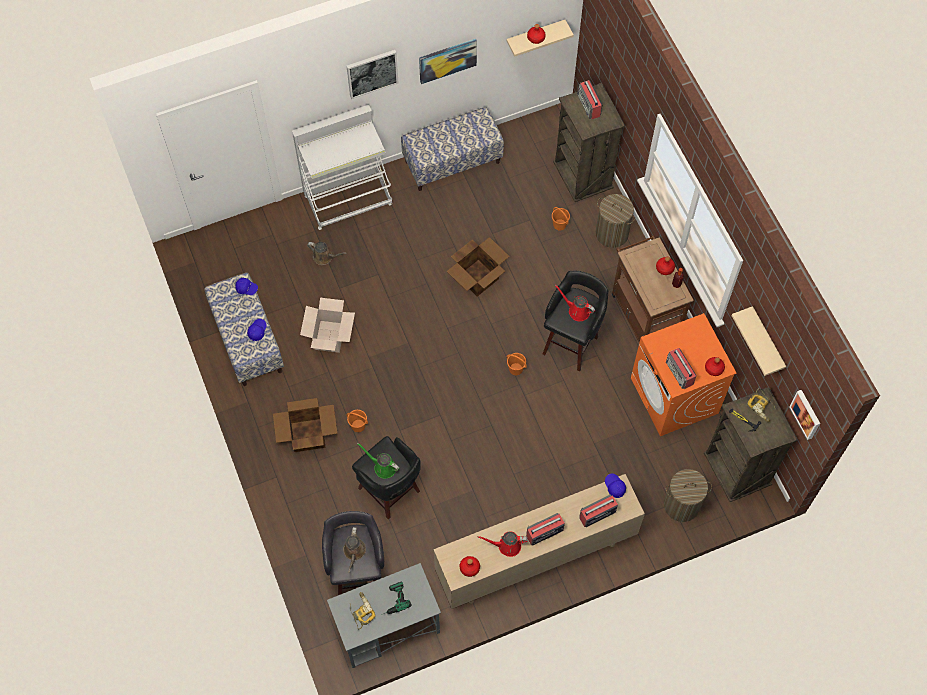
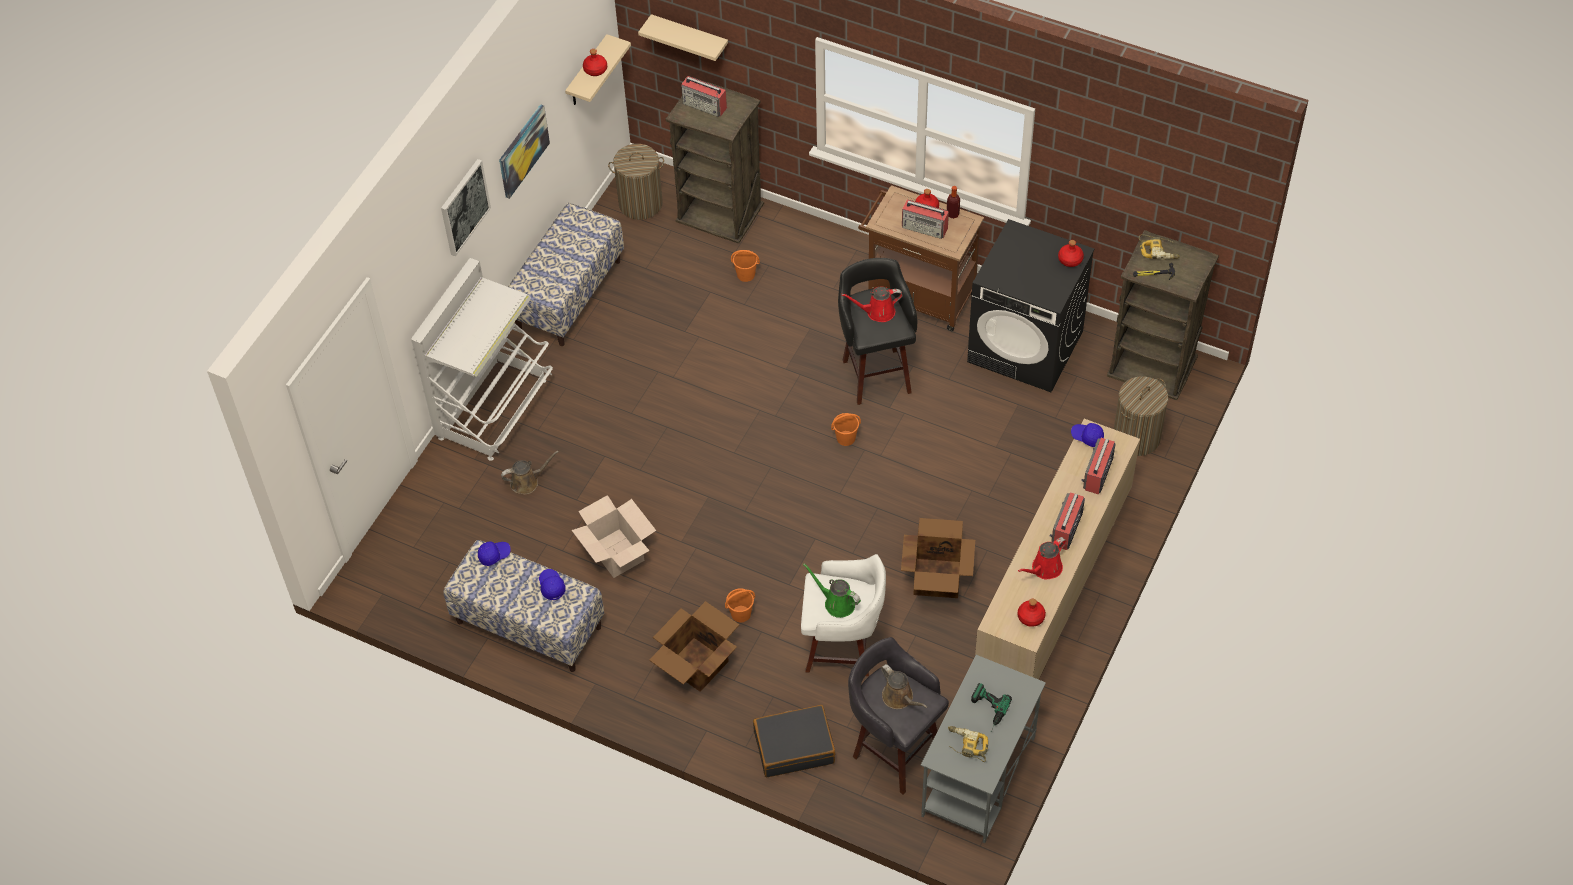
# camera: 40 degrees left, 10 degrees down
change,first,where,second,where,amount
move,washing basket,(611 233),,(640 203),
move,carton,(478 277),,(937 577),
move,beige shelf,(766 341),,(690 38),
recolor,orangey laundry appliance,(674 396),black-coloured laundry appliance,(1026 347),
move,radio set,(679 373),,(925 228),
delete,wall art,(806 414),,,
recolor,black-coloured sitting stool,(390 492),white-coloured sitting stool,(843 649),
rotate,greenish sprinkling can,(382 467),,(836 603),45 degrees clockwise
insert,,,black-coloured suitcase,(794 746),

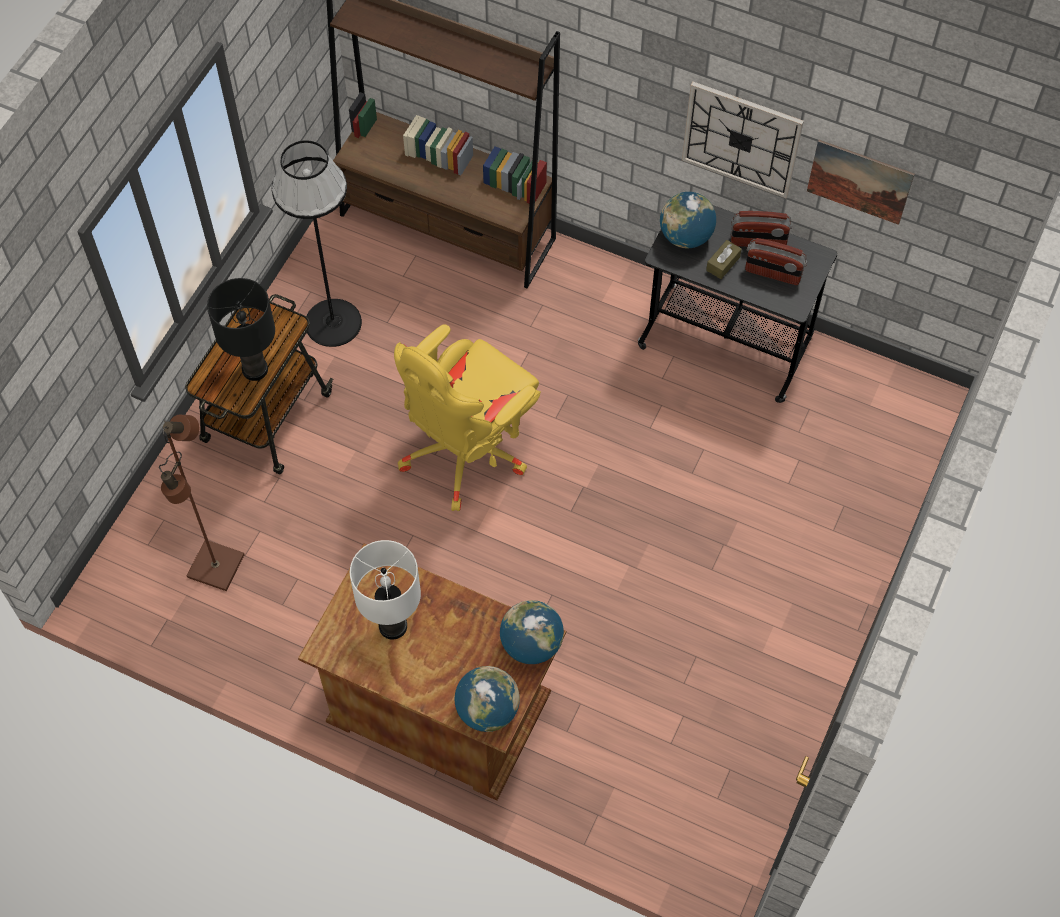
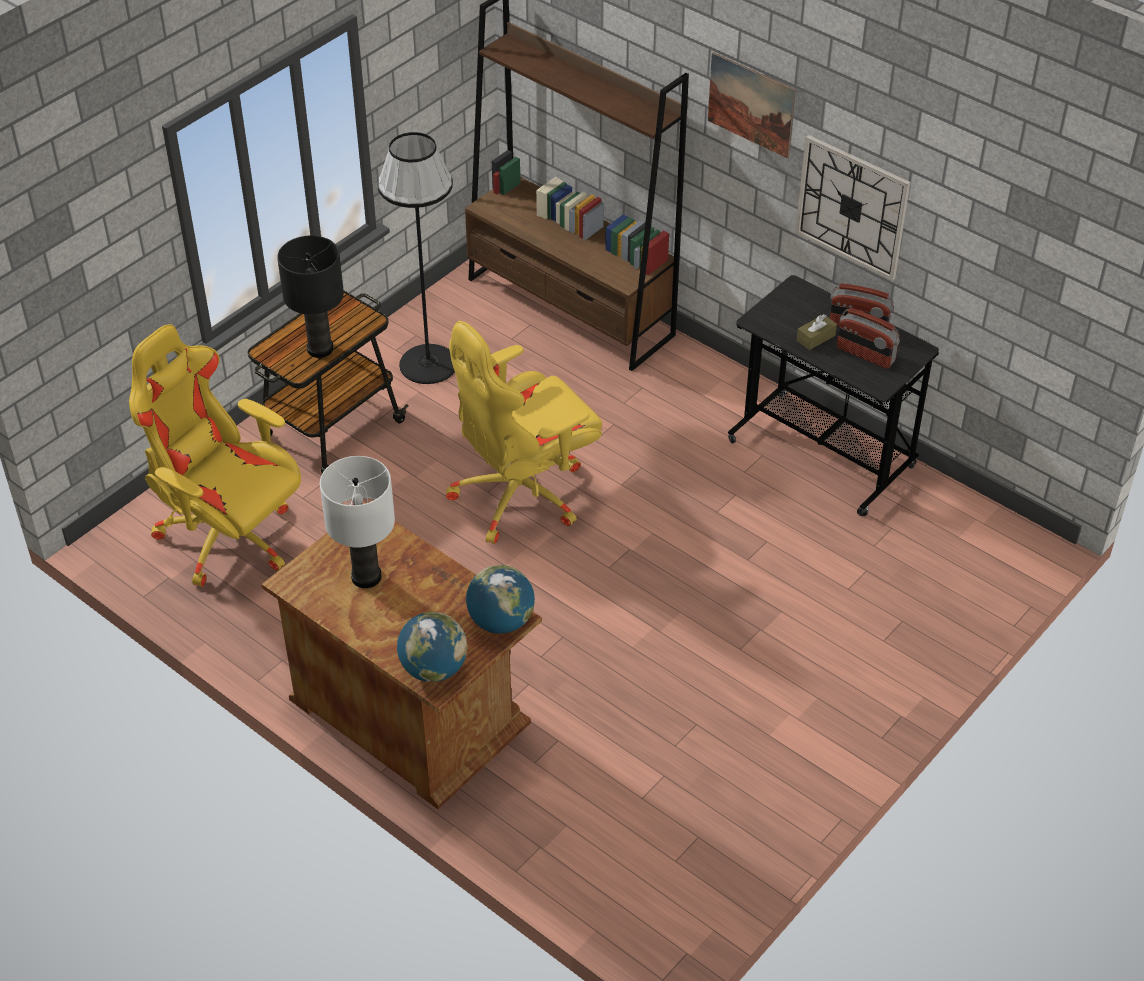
# camera: 15 degrees right, 15 degrees down
change,first,where,second,where,amount
move,wall art,(859 181),,(751 104),
delete,world globe,(685 237),,,
replace,brownish floor lamp,(215 566),yellow computer chair,(233 542),

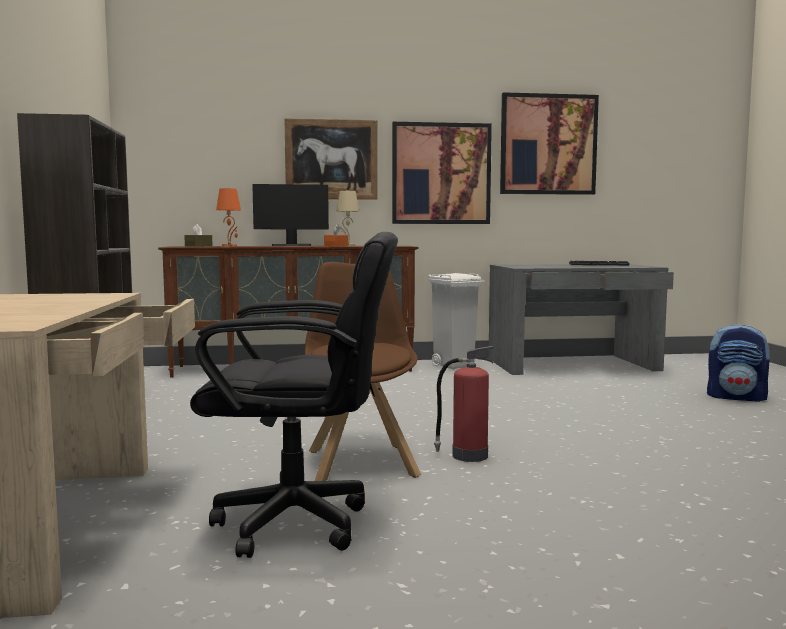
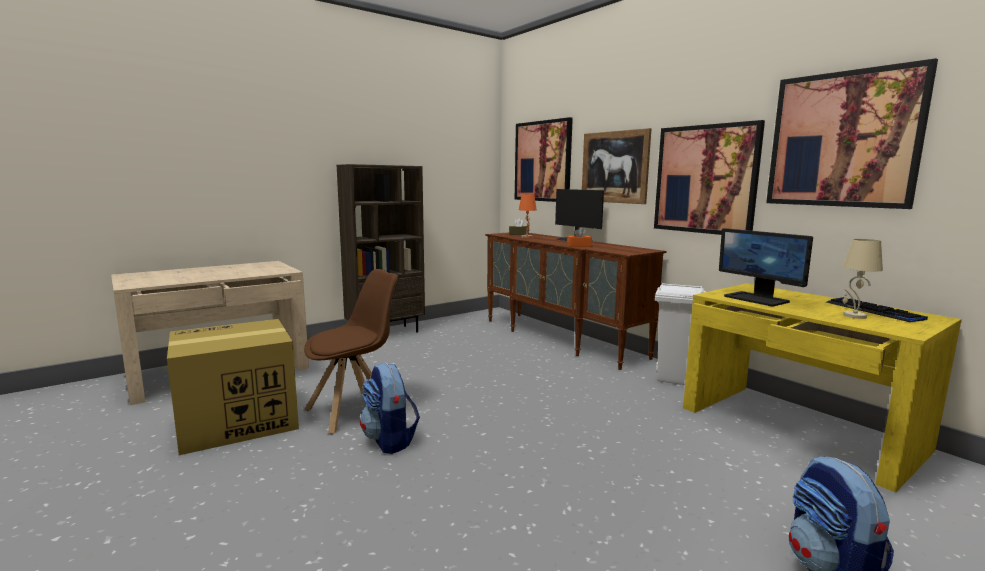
# camera: 60 degrees right, 5 degrees up
change,first,where,second,where,amount
move,beige tabletop lamp,(347 245),,(854 316),
replace,black-coloured computer chair,(302 523),carton,(236 422),
recolor,gray desk unit,(576 366),yellow desk unit,(795 432),
replace,extinguisher,(467 456),backpack,(390 440),
insert,,,wall art,(542 161),
insert,,,computer screen,(757 299),

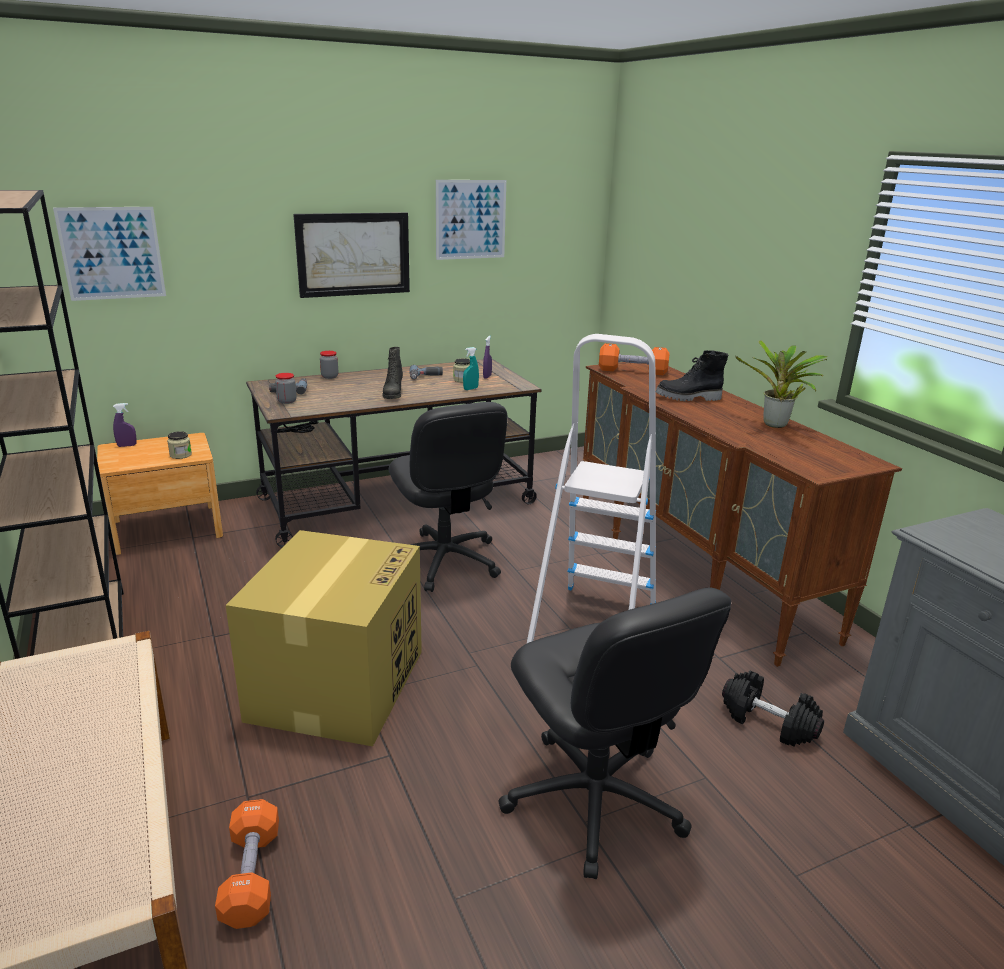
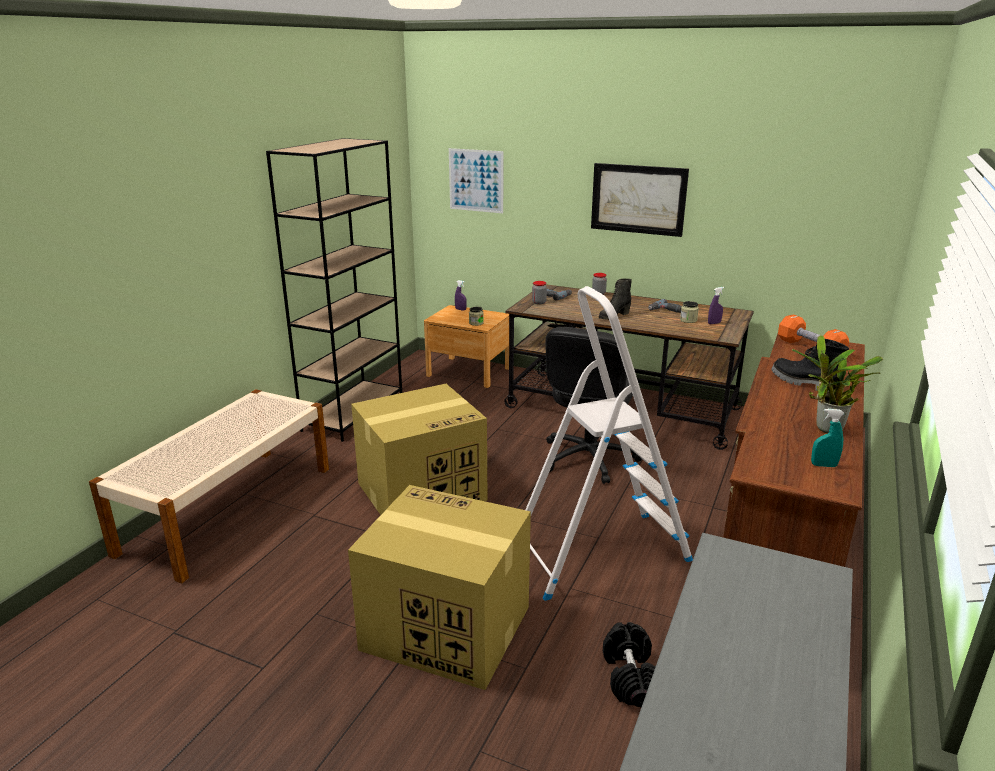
# camera: 50 degrees right, 0 degrees up
change,first,where,second,where,amount
delete,wall art,(471 219),,,
move,turquoise hand sprayer,(470 389),,(823 465),
replace,black-coloured computer chair,(593 800),carton,(444 627),
delete,orangey dumbbell,(251 876),,,

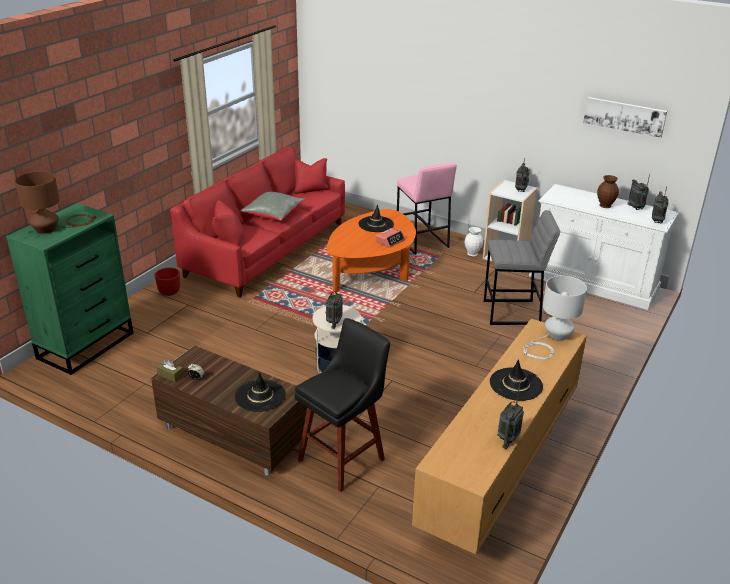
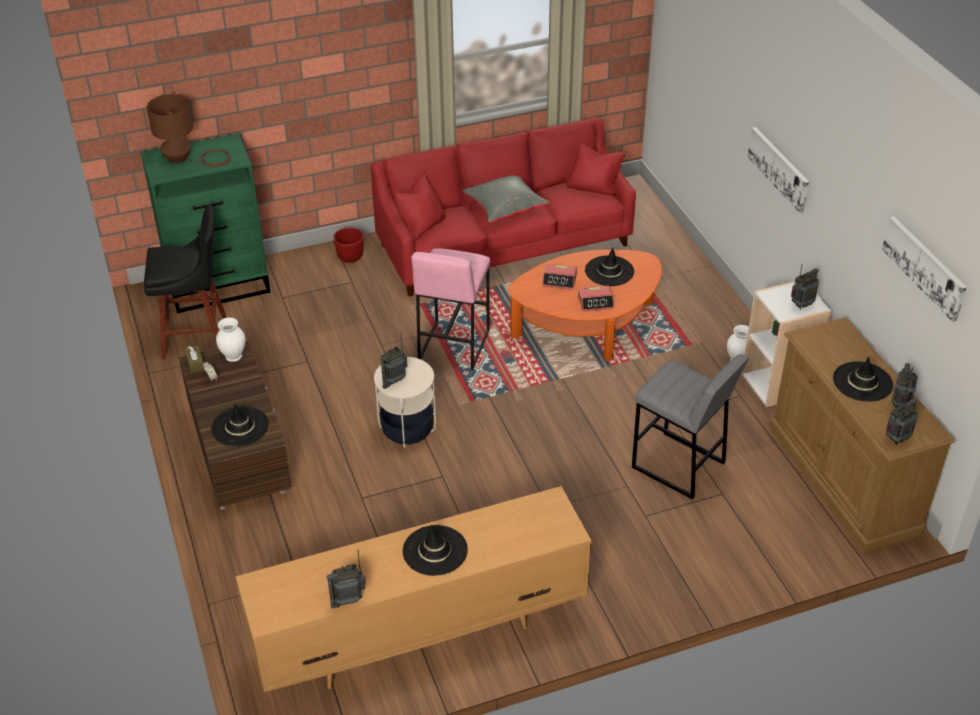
# camera: 40 degrees right, 10 degrees up
change,first,where,second,where,amount
move,pinkish sitting stool,(422 242),,(453 346),
replace,brownish flower vase,(605 205),black-coloured wearable hat,(862 382),
recolor,white-coloured cupboard,(593 283),brownish cupboard,(842 480),
delete,gray tabletop lamp,(550 341),,,
move,black-coloured sitting stool,(343 459),,(197 337),
insert,,,wall art,(779 168),
insert,,,bedside clock,(559 280),
insert,,,white-coloured flower vase,(234 356),

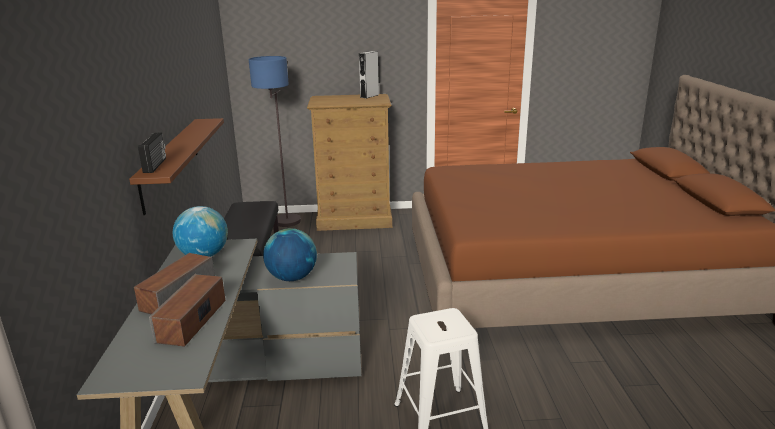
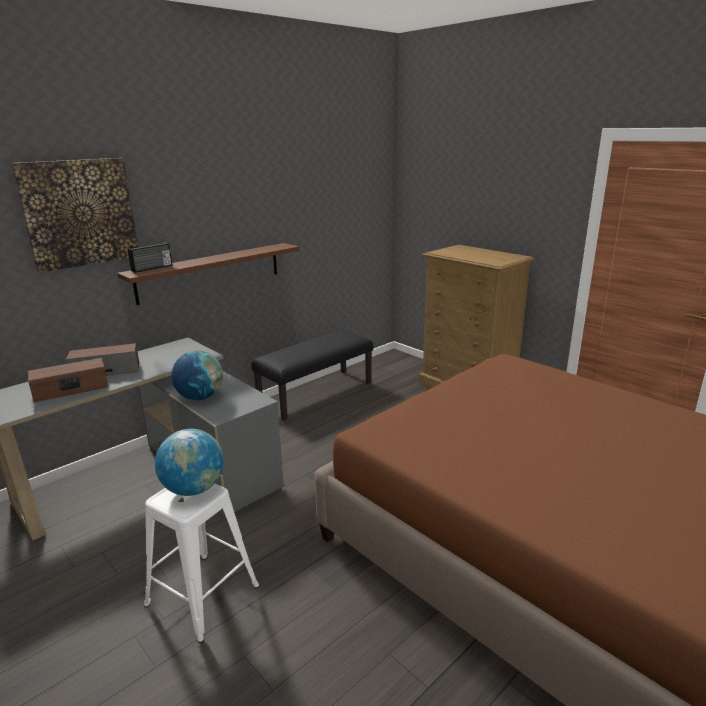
# camera: 50 degrees right, 0 degrees up
change,first,where,second,where,amount
delete,gray speaker,(369 96),,,
delete,blue floor lamp,(285 225),,,
move,world globe,(204 255),,(194 489),
insert,,,wall art,(80 213),

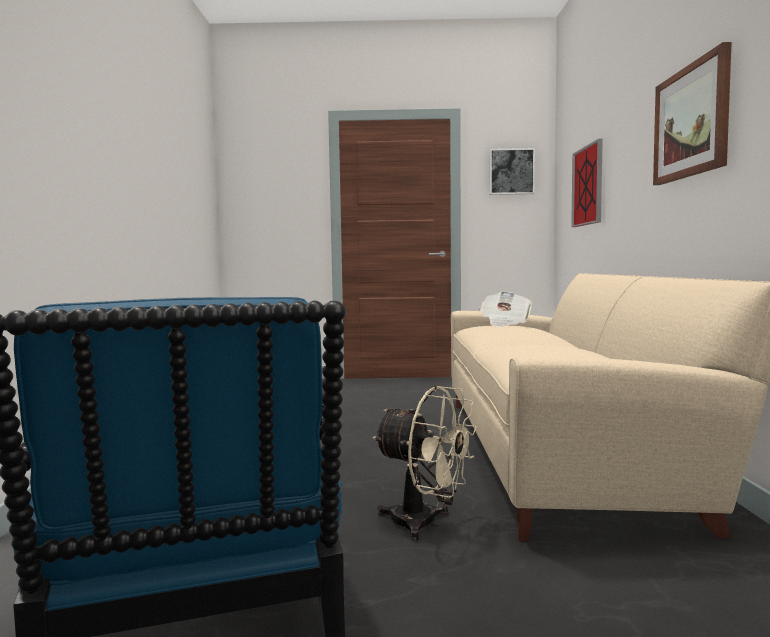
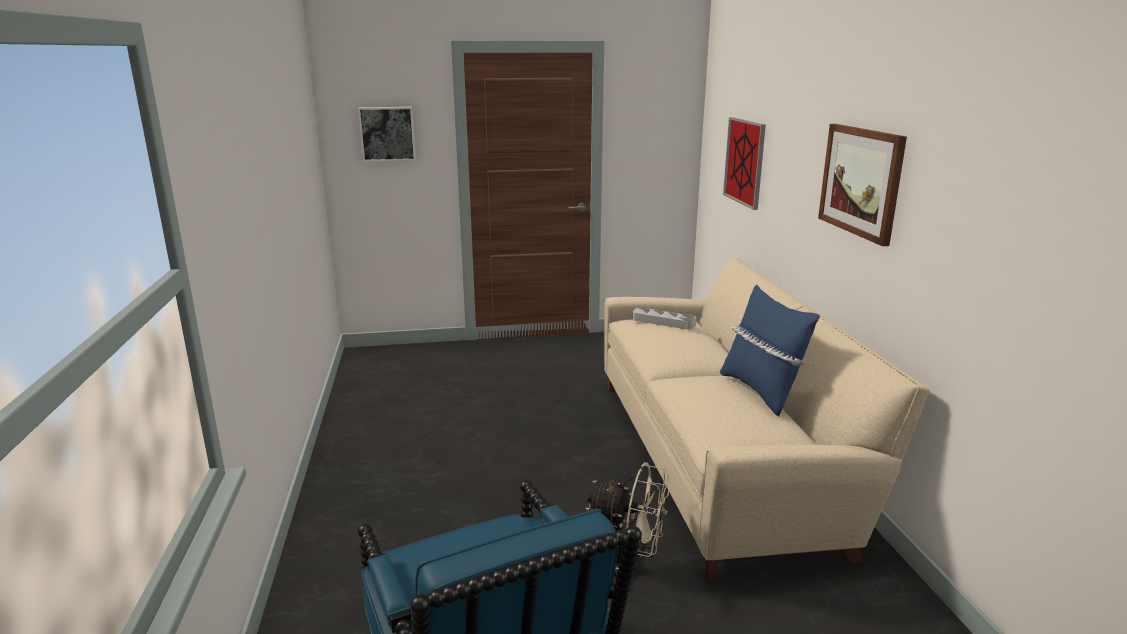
# camera: 10 degrees left, 15 degrees up
change,first,where,second,where,amount
move,wall art,(511 172),,(387 133),
replace,printed paper,(505 324),gray tray,(663 322),
insert,,,blue pillow,(761 391),

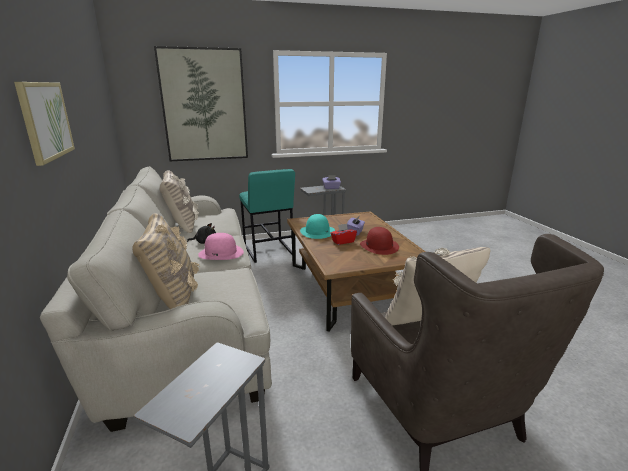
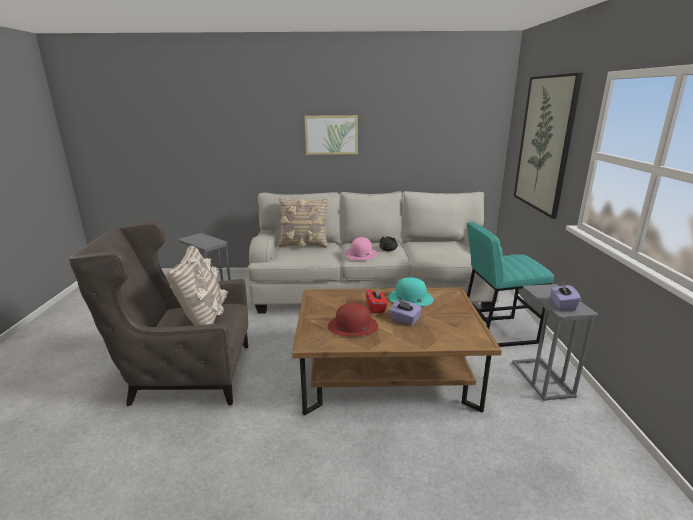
# camera: 105 degrees right, 0 degrees up
change,first,where,second,where,amount
delete,beige pillow,(183 225),,,

